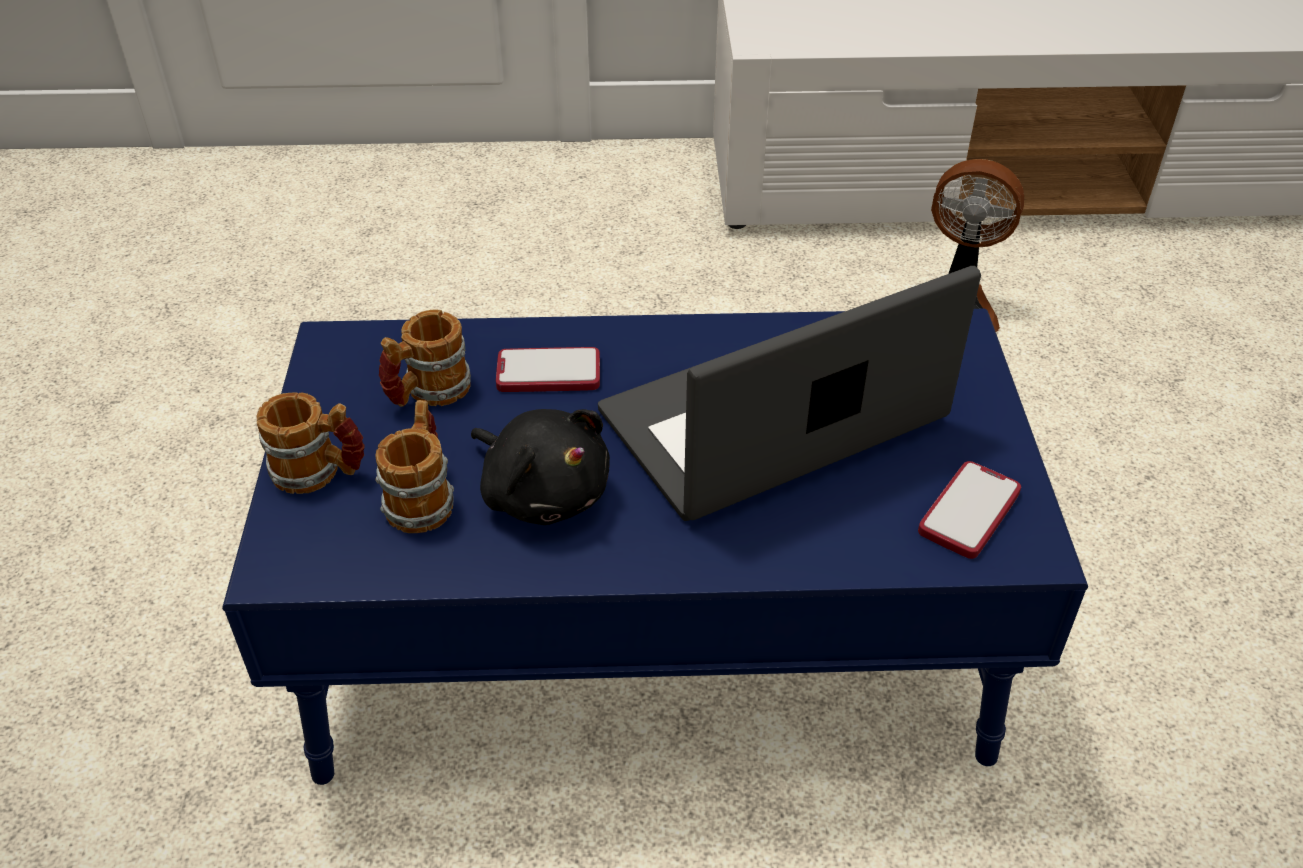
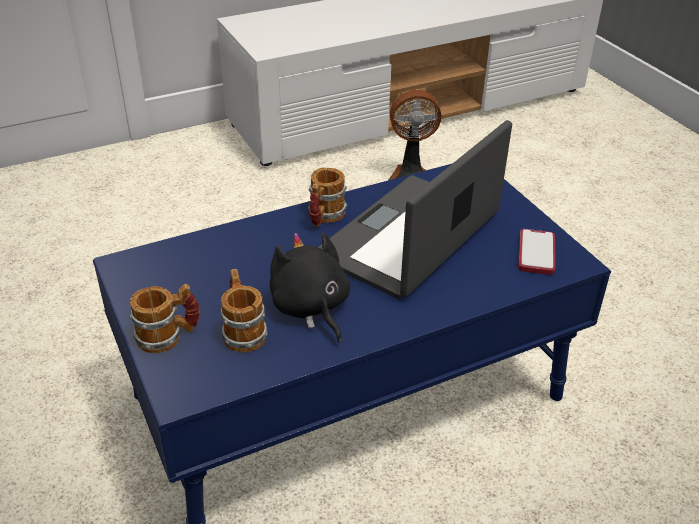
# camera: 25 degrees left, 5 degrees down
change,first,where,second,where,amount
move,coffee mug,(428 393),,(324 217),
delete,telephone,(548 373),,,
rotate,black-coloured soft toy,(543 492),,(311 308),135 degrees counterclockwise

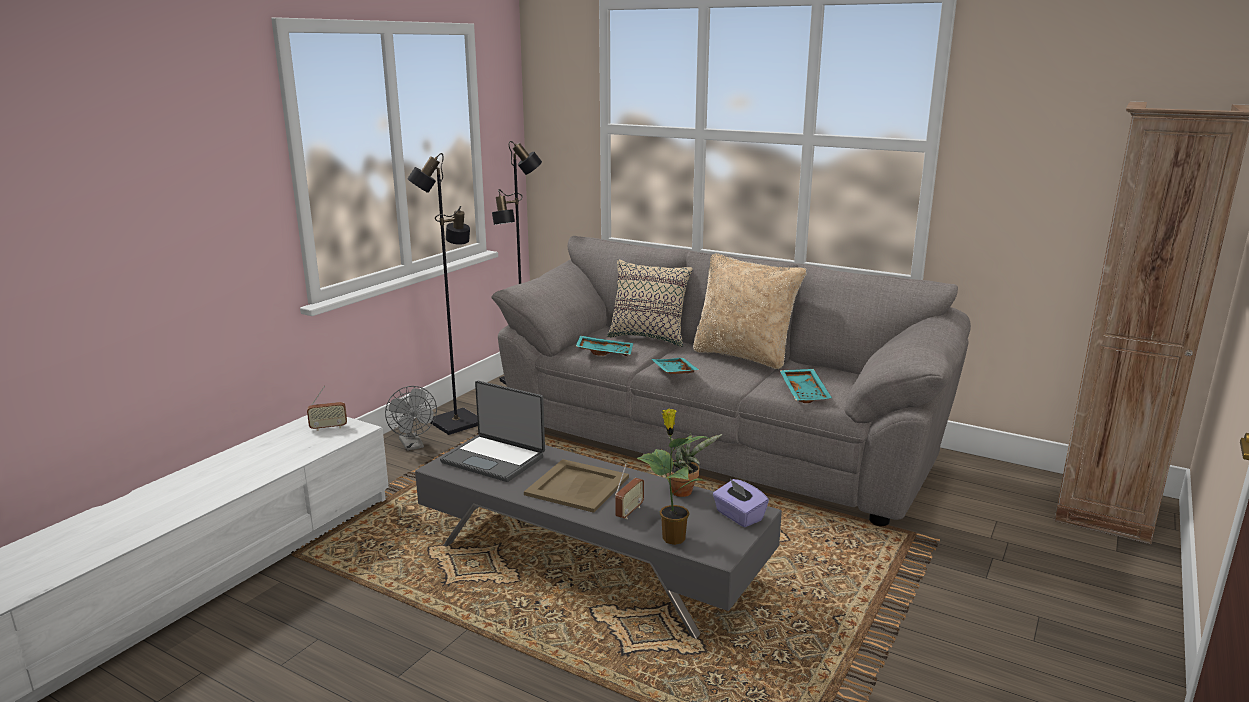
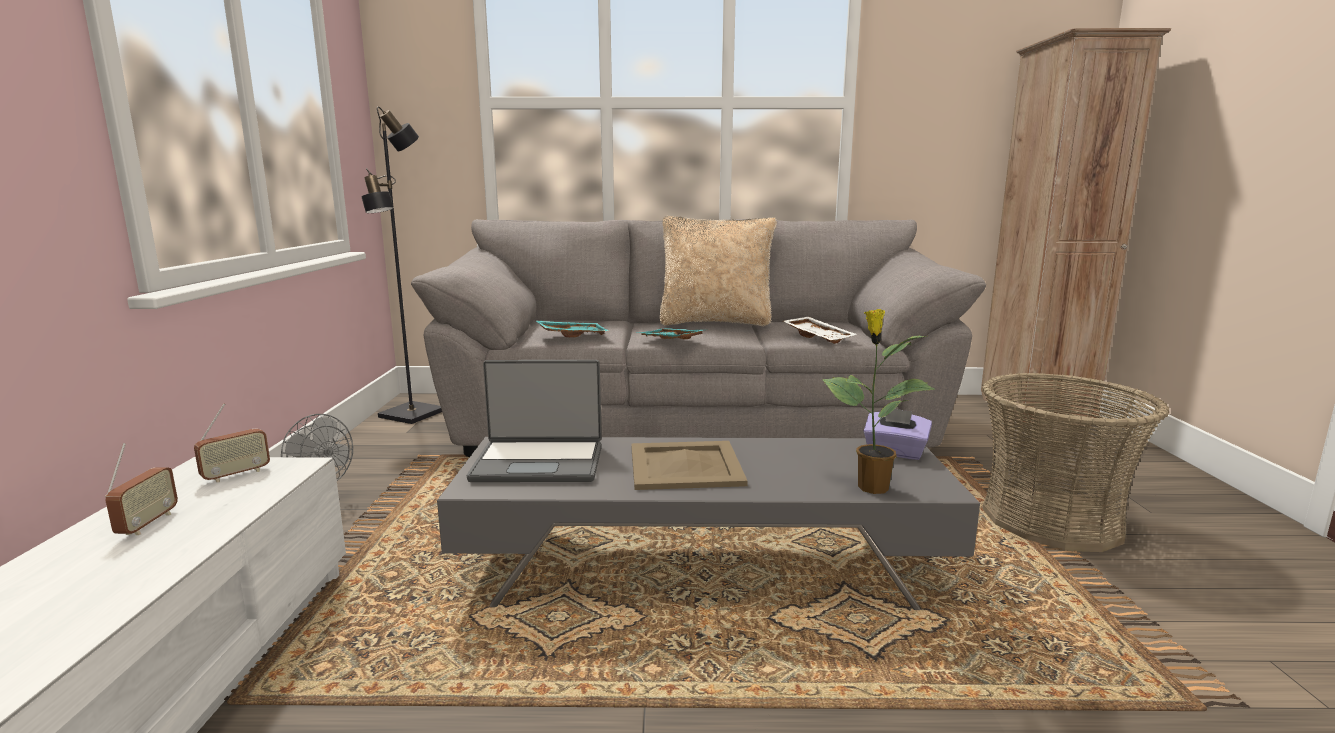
# camera: 30 degrees left, 5 degrees down
change,first,where,second,where,amount
delete,black-coloured floor lamp,(456 422),,,
delete,beige pillow,(648 338),,,
recolor,turquoise tray,(805 392),white-coloured tray,(819 337),
delete,potted plant,(684 491),,,
move,radio set,(629 512),,(147 524),
insert,,,household basket,(1051 520),

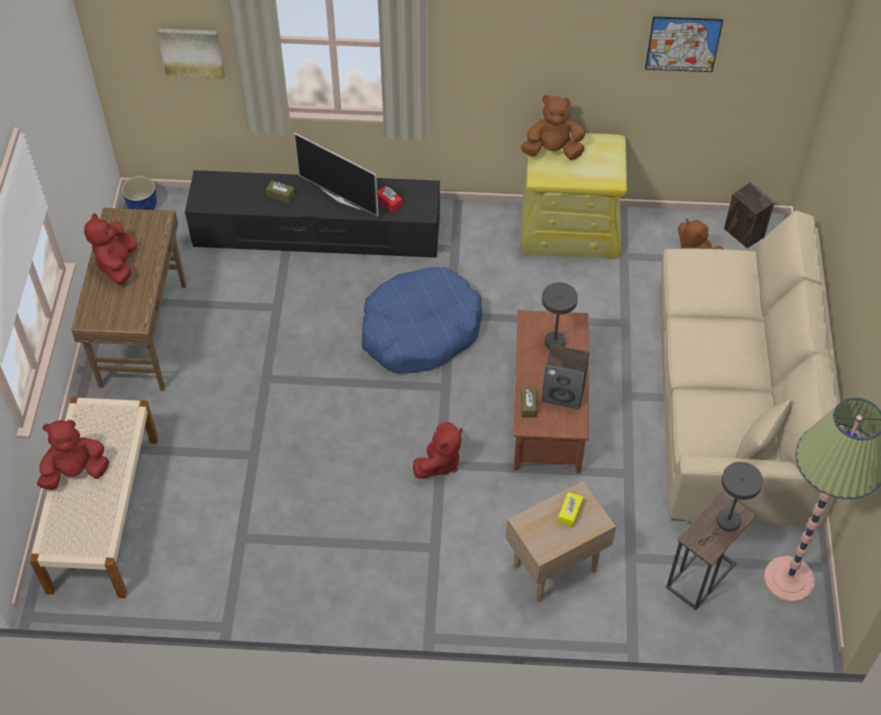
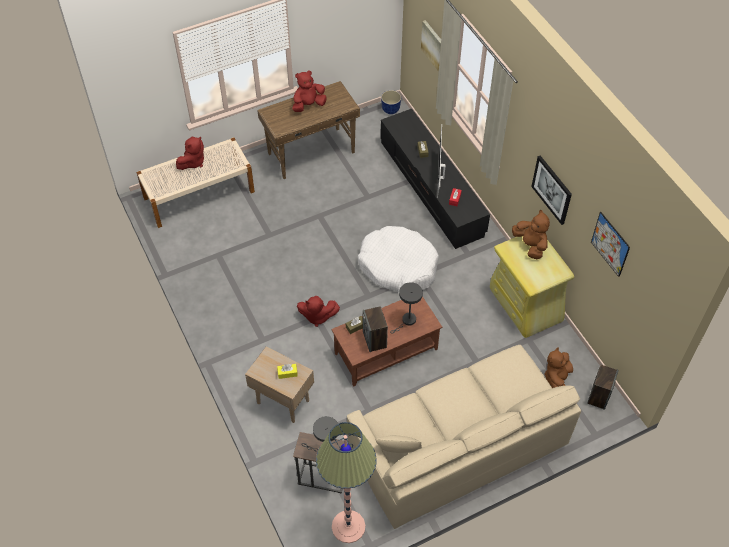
# camera: 60 degrees right, 0 degrees up
change,first,where,second,where,amount
recolor,blue dog cushion,(420 331),white-coloured dog cushion,(398 266),
rotate,reddish soft toy,(76 472),,(193 162),90 degrees clockwise
insert,,,wall art,(552 189),

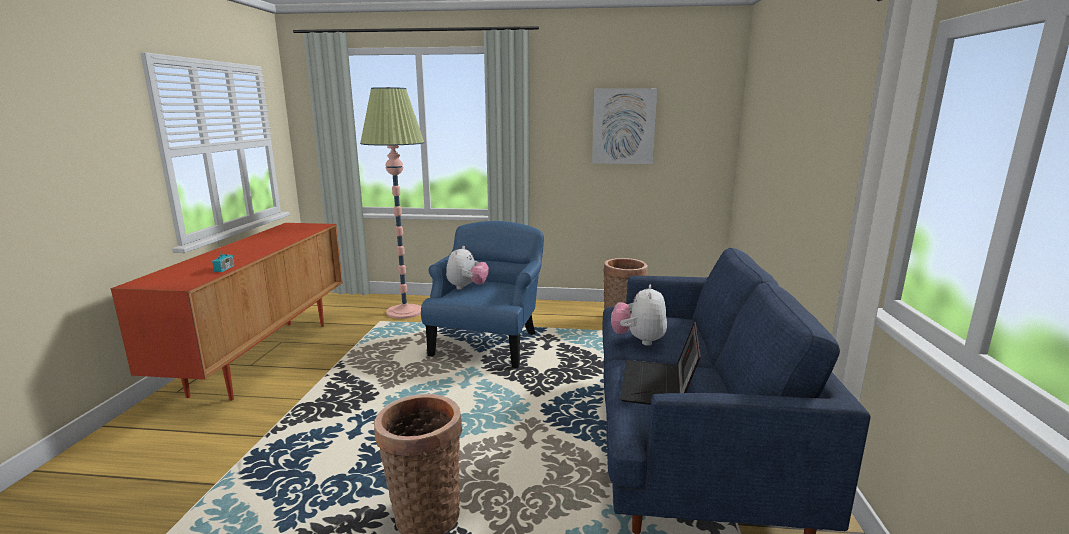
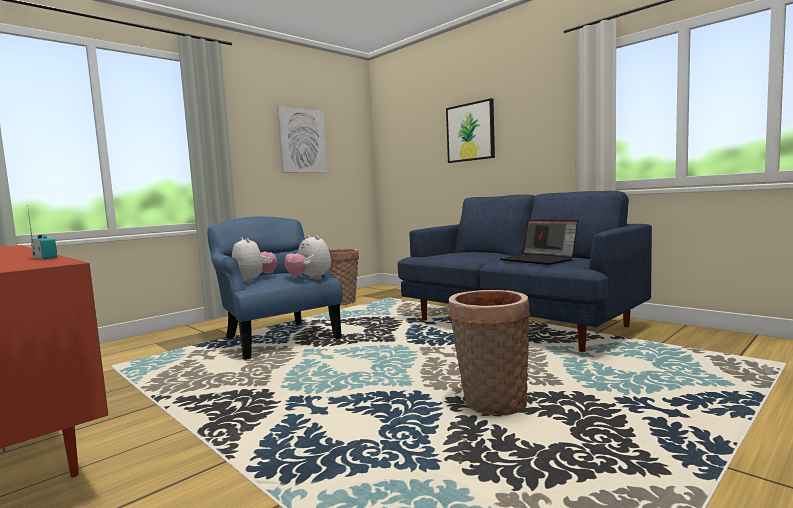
# camera: 50 degrees left, 10 degrees down
change,first,where,second,where,amount
delete,floor lamp,(405 312),,,
move,soft toy,(638 340),,(309 279),
insert,,,wall art,(470 132),

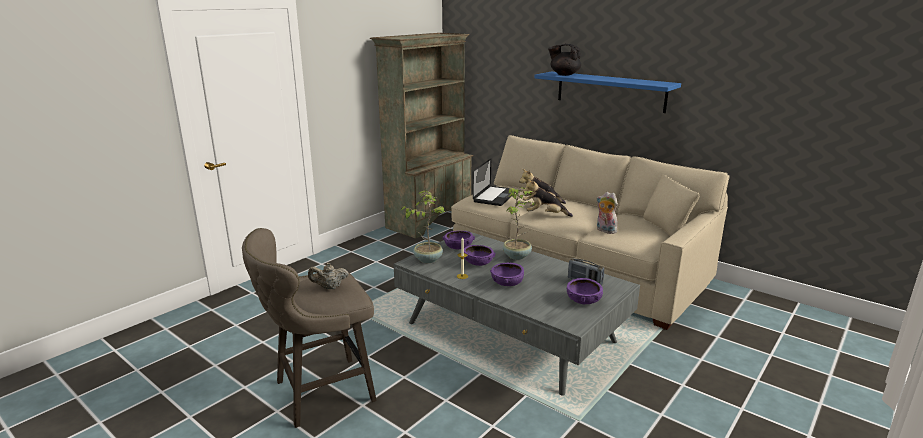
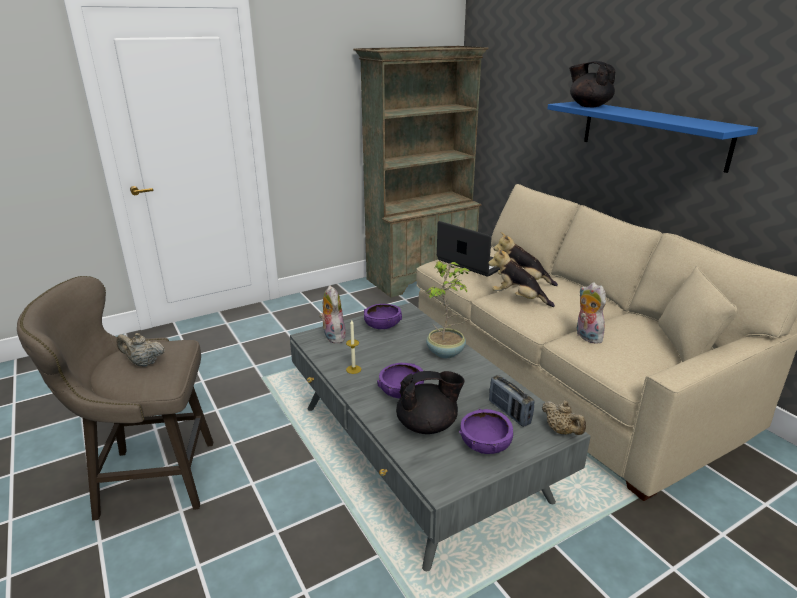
# camera: 20 degrees right, 5 degrees up
change,first,where,second,where,amount
rotate,portable computer,(495 197),,(472 263),90 degrees counterclockwise
replace,potted plant,(427 259),soft toy,(332 336),
delete,purplish bowl,(478 263),,,
insert,,,black-coloured teapot,(428 425),
insert,,,beige teapot,(561 431),

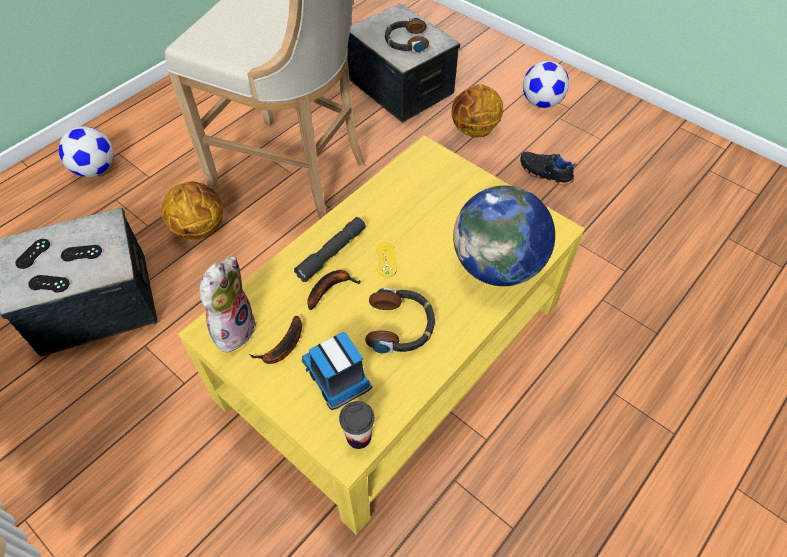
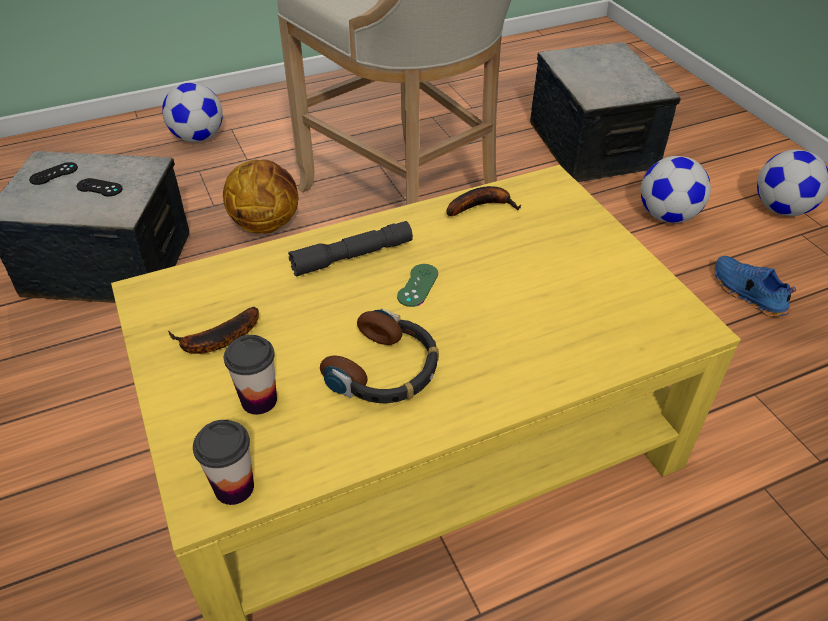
# camera: 25 degrees right, 10 degrees down
change,first,where,second,where,amount
delete,pair of headphones,(406 41),,,
replace,basketball,(474 130),football,(667 216),
recolor,black-coloured shoe,(544 173),blue shoe,(746 294),
delete,world globe,(497 266),,,
recolor,yellow joypad,(386 259),greenish joypad,(417 285),
delete,soft toy,(232 328),,,
move,banana,(330 288),,(482 206),
delete,black-coloured joypad,(49 284),,,
replace,toy truck,(337 377),cup,(259 400),

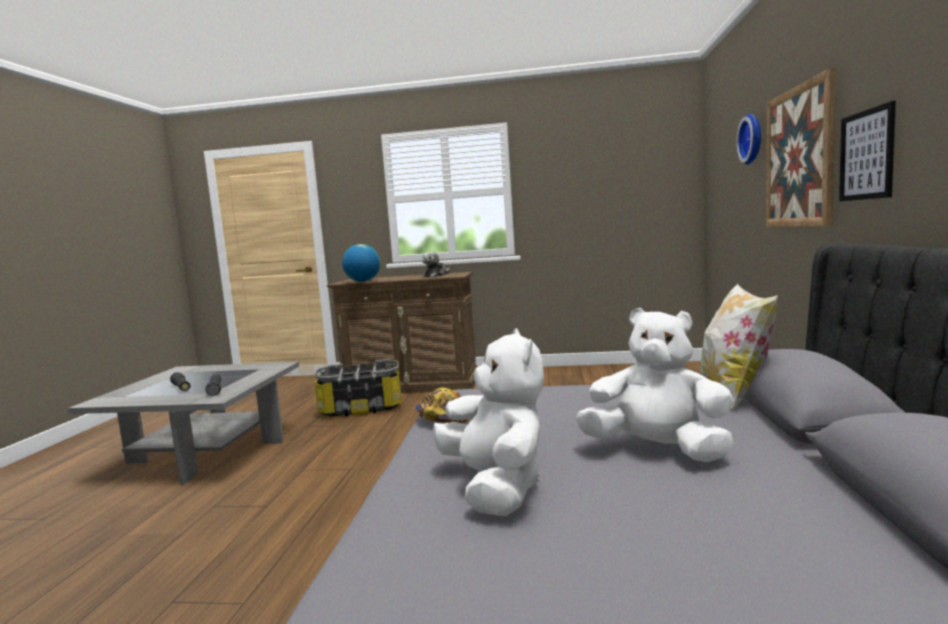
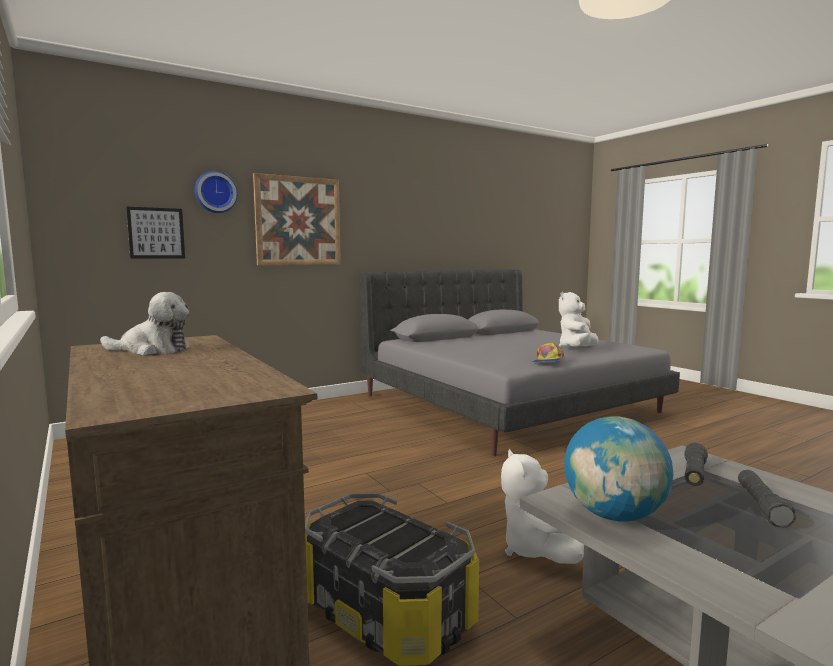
# camera: 130 degrees left, 0 degrees up
change,first,where,second,where,amount
move,wall art,(866 155),,(156 233),
move,world globe,(363 281),,(614 515),
delete,pillow,(734 393),,,
move,white-coloured soft toy,(657 450),,(535 550),

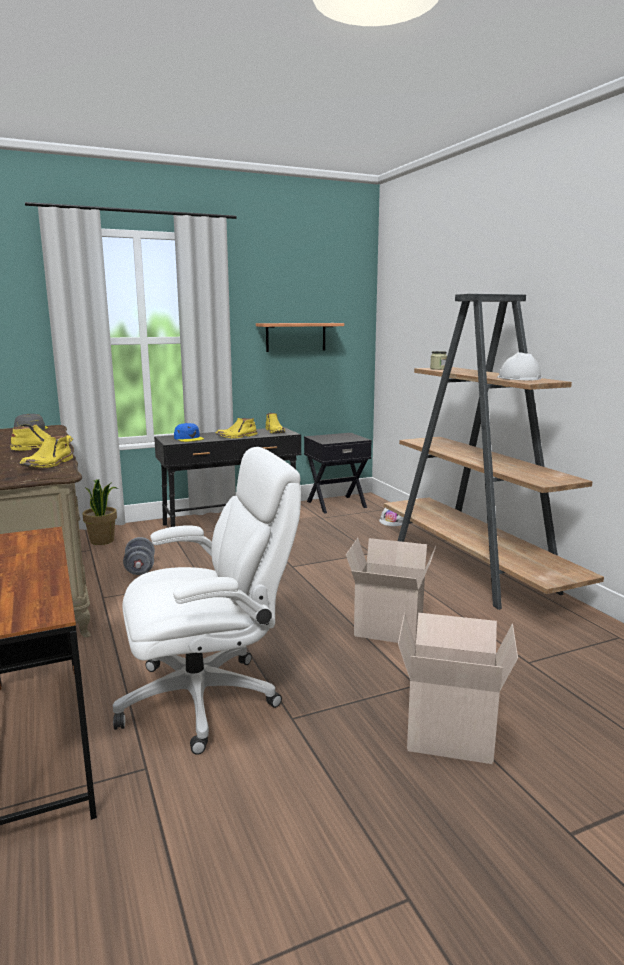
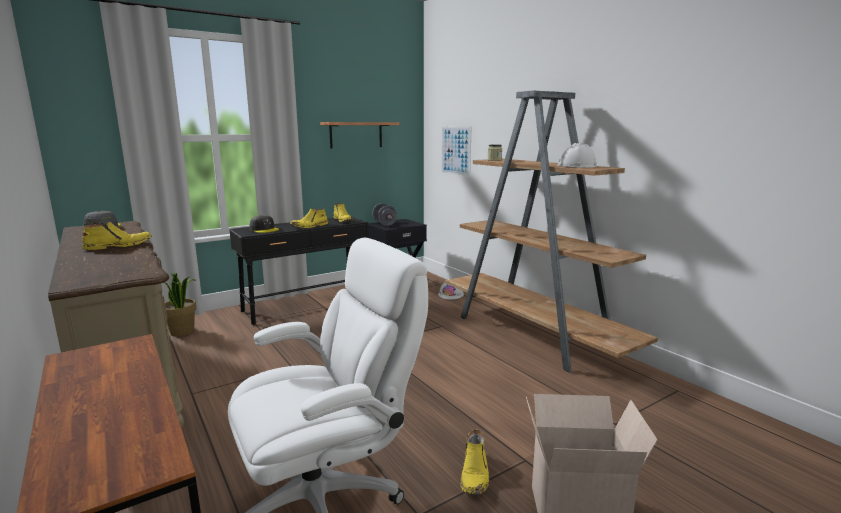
# camera: 10 degrees left, 0 degrees up
change,first,where,second,where,amount
recolor,blue baseball cap,(189 438),gray baseball cap,(264 229),
move,yellow boot,(48 464),,(475 474),
move,gray dumbbell,(140 569),,(384 224),
delete,carton,(387 629),,,
insert,,,wall art,(456 150),

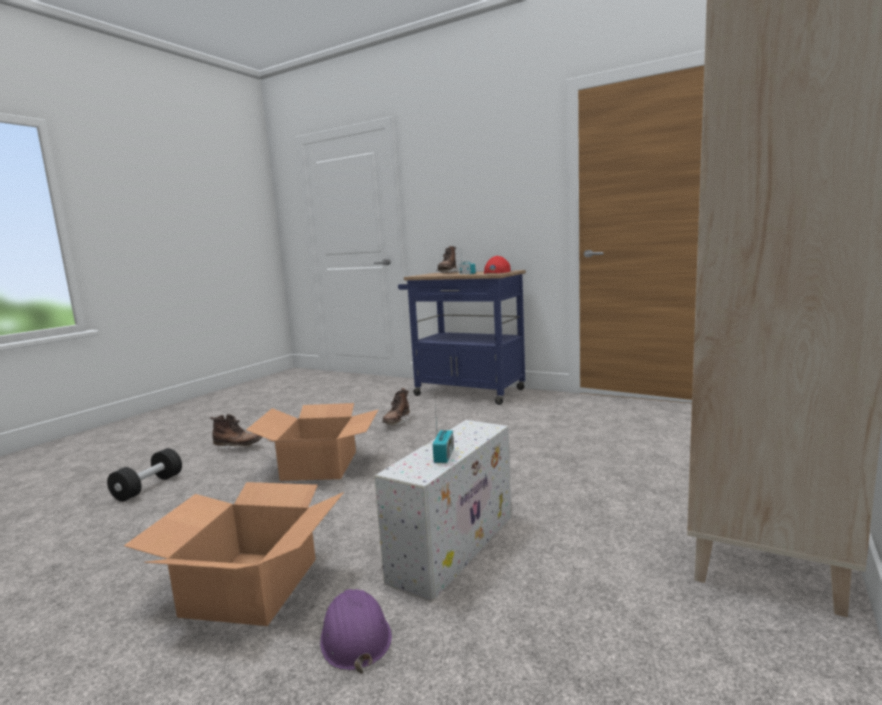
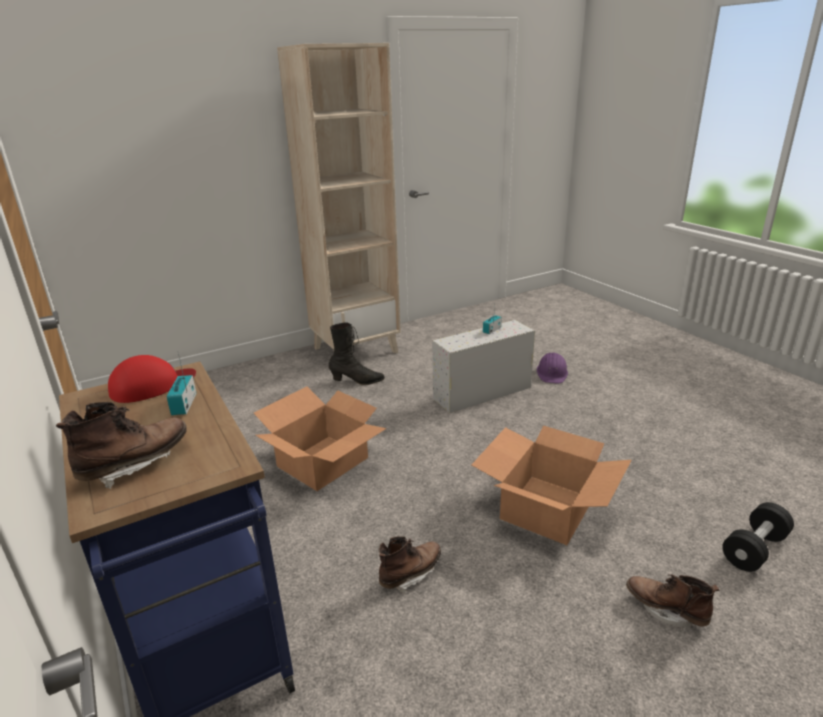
# camera: 150 degrees left, 15 degrees up
change,first,where,second,where,amount
move,carton,(250 587),,(323 462),
insert,,,black-coloured boot,(357 381),

